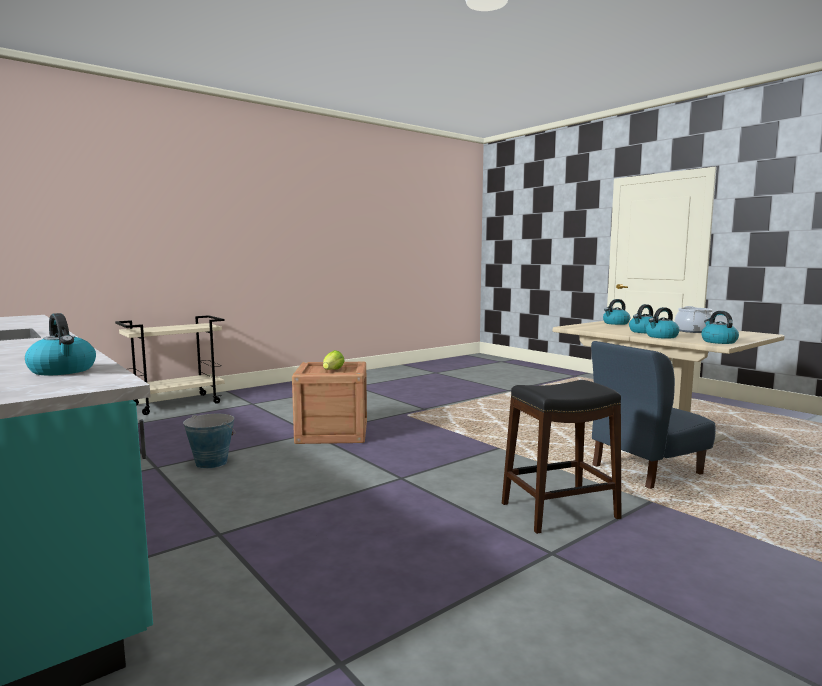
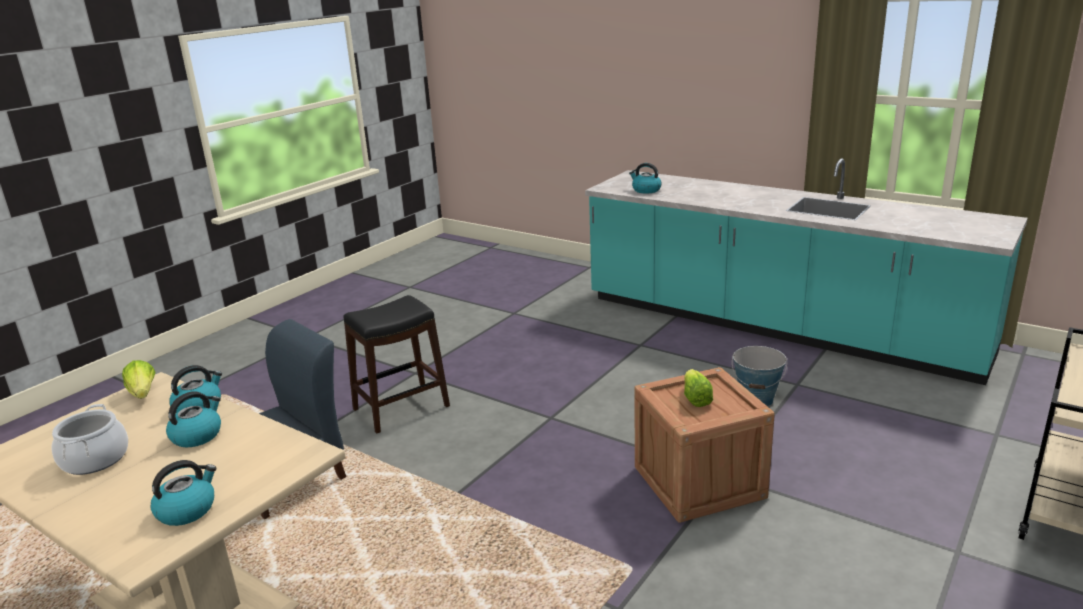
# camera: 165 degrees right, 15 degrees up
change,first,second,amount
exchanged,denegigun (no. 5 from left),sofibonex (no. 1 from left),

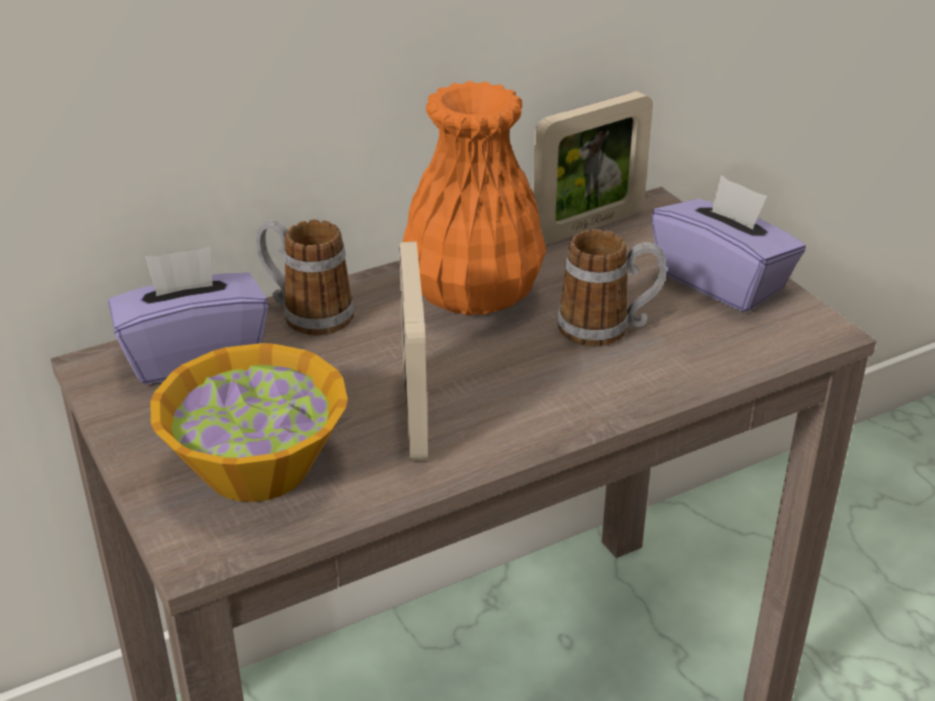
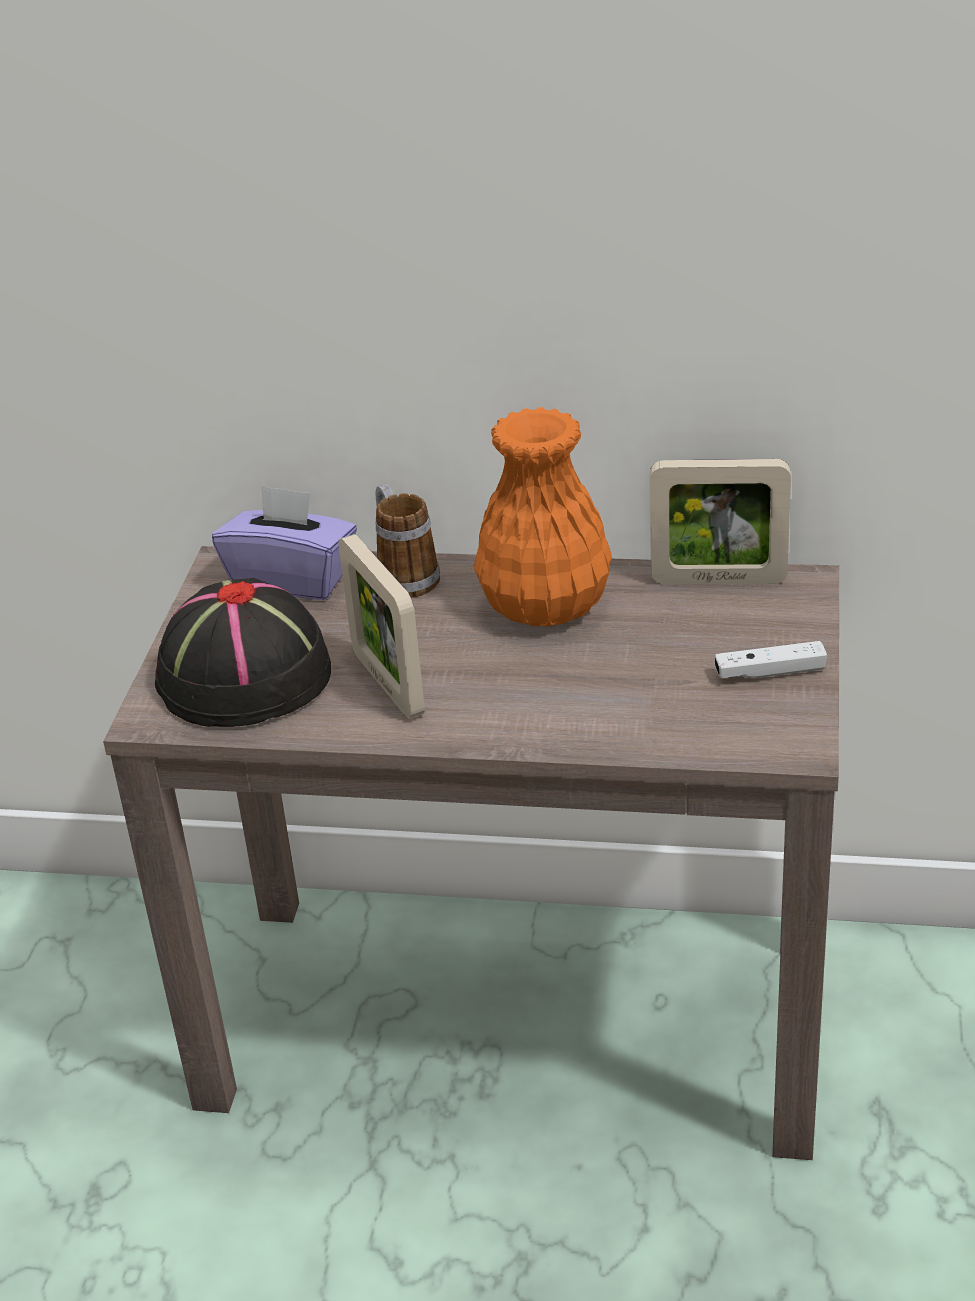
# camera: 40 degrees right, 0 degrees up
change,first,second,amount
missing,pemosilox (no. 2 from left),,
exchanged,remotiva,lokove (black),
exchanged,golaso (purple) (no. 2 from left),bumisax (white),
spun,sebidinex (no. 1 from left),,120 degrees clockwise

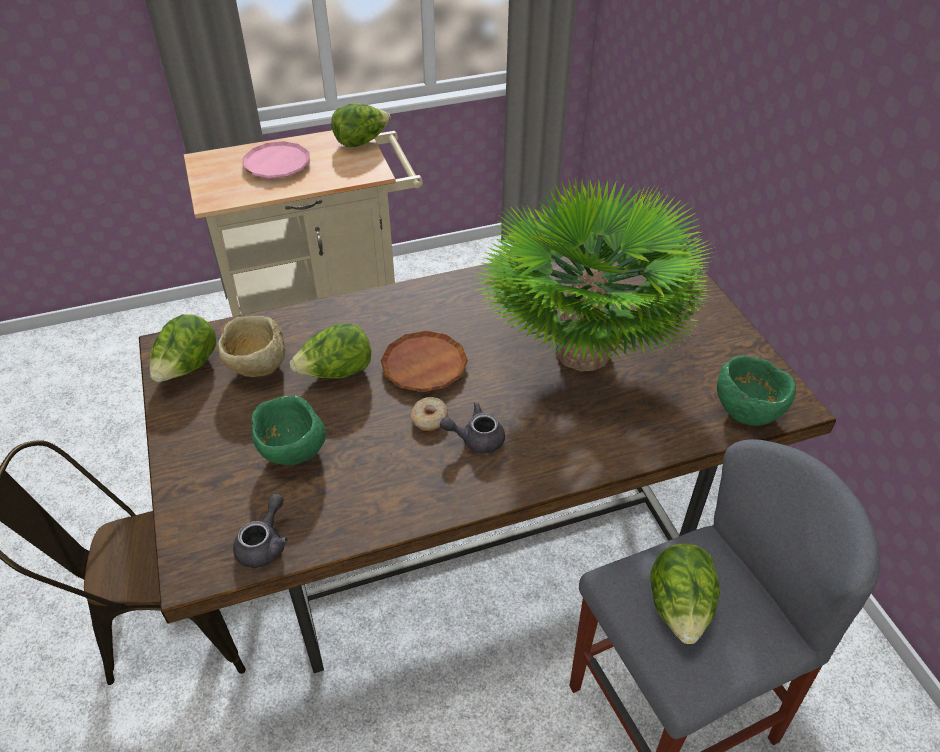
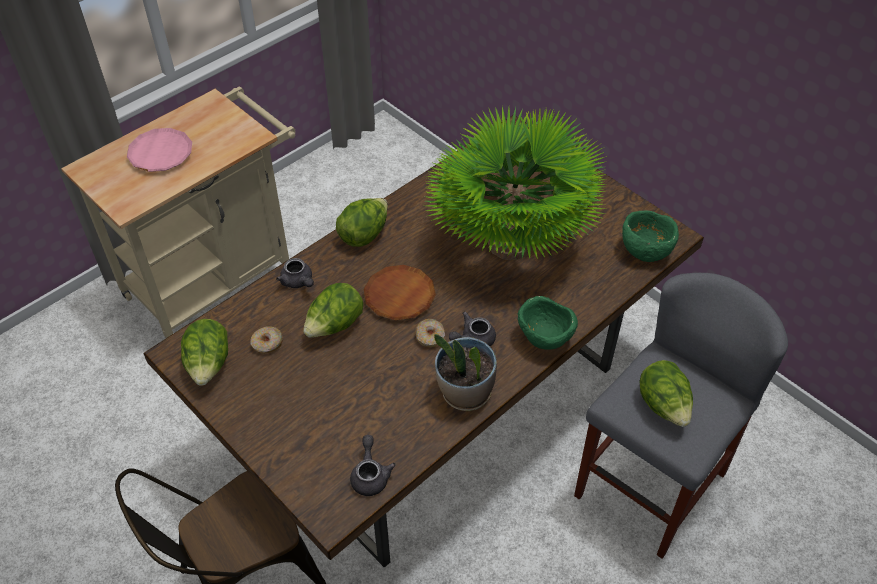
# camera: 25 degrees left, 5 degrees up
change,first,second,amount
appeared,,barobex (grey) (no. 1 from left),
appeared,,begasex (no. 1 from left),
relocated,remotiva (green) (no. 1 from left),,
relocated,sofibonex (no. 3 from left),,
exchanged,remotiva (beige),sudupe (no. 1 from left),

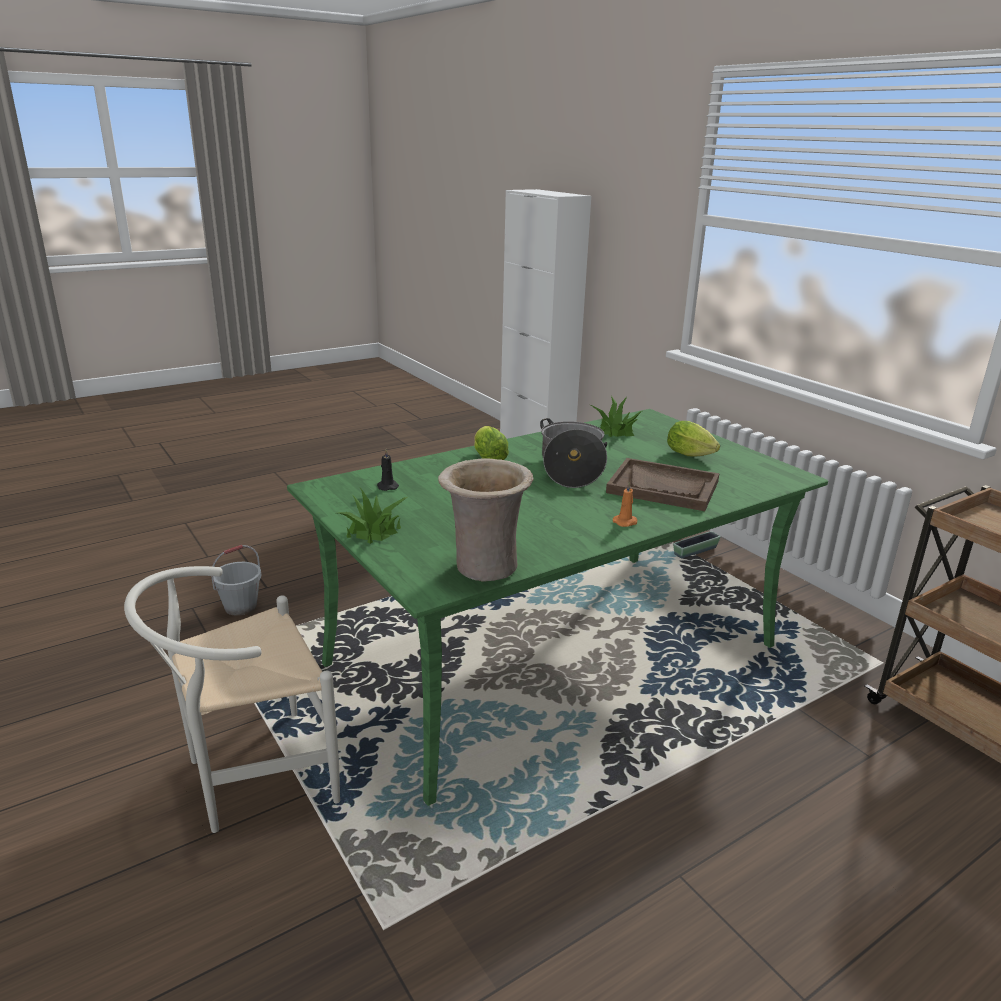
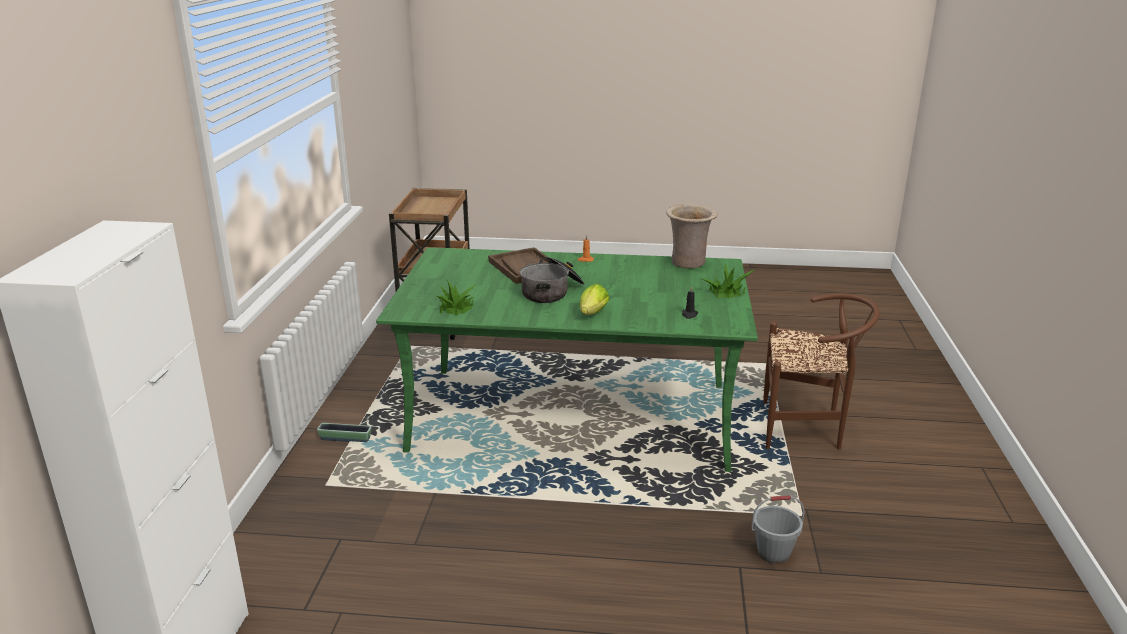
# camera: 140 degrees left, 0 degrees up
change,first,second,amount
missing,sofibonex (no. 2 from left),,
colour,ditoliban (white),ditoliban (brown),

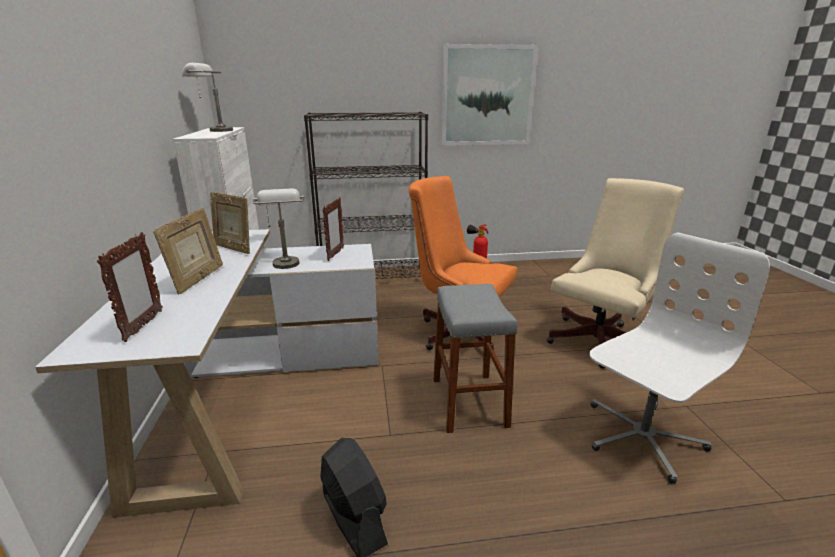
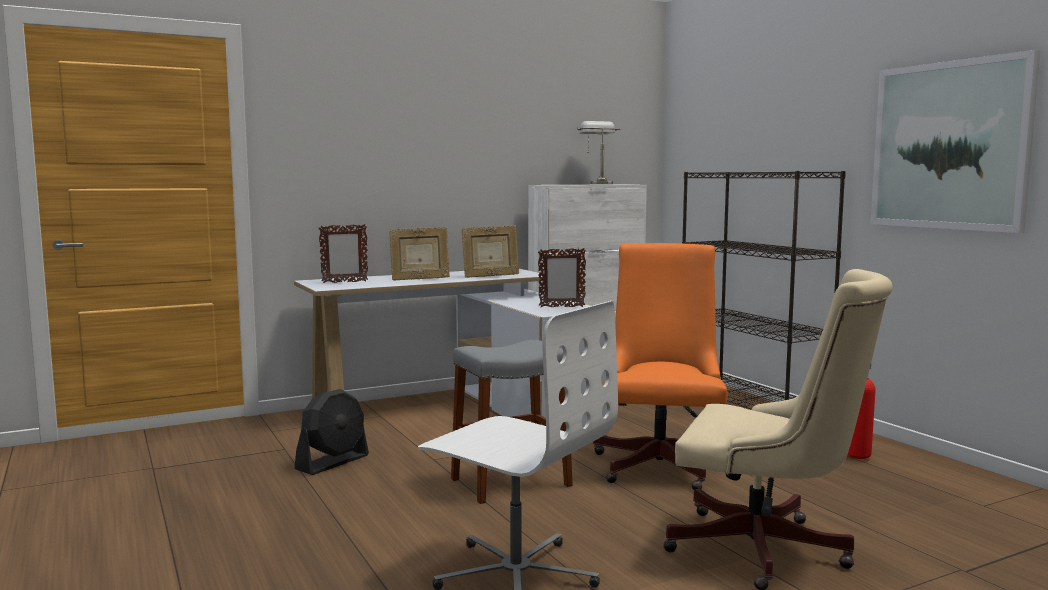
# camera: 70 degrees right, 15 degrees down
change,first,second,amount
missing,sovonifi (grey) (no. 2 from left),,
spun,sebidinex (no. 3 from left),,120 degrees counterclockwise

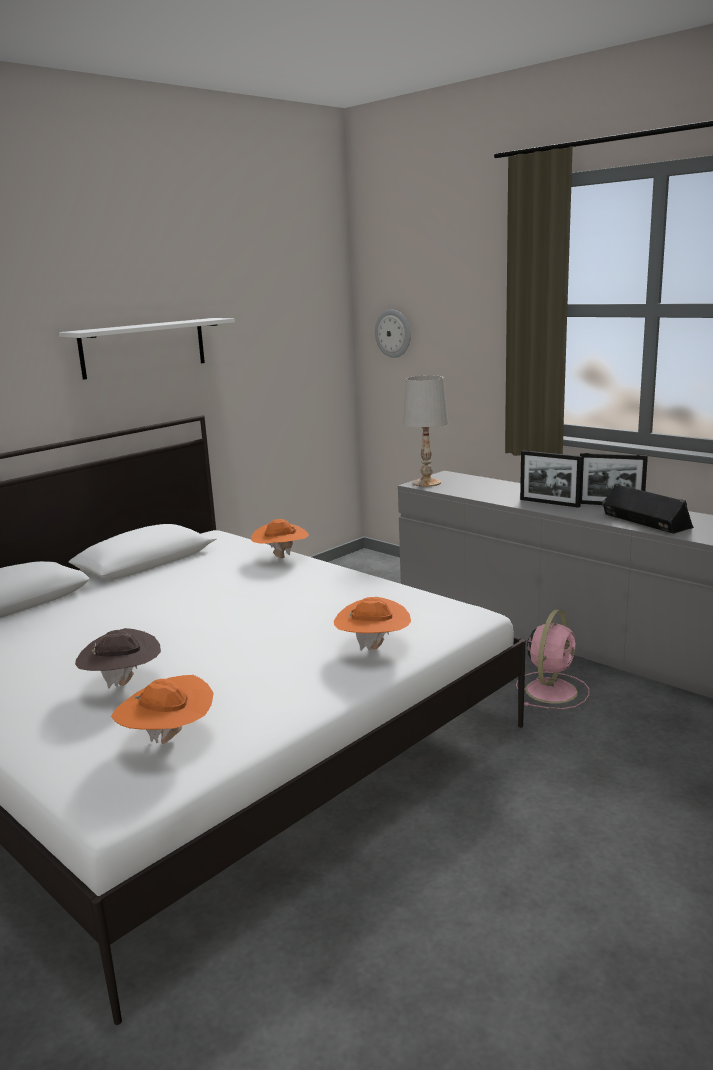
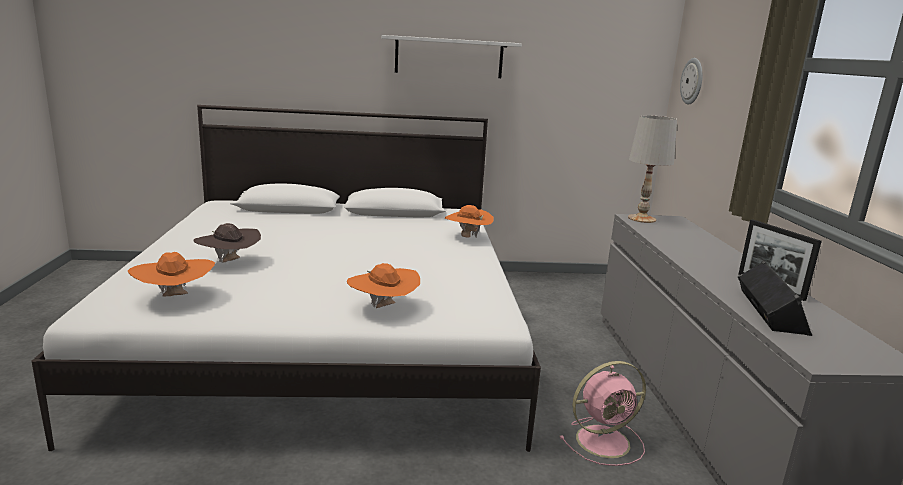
# camera: 40 degrees right, 0 degrees up
change,first,second,amount
missing,sebidinex (no. 1 from left),,

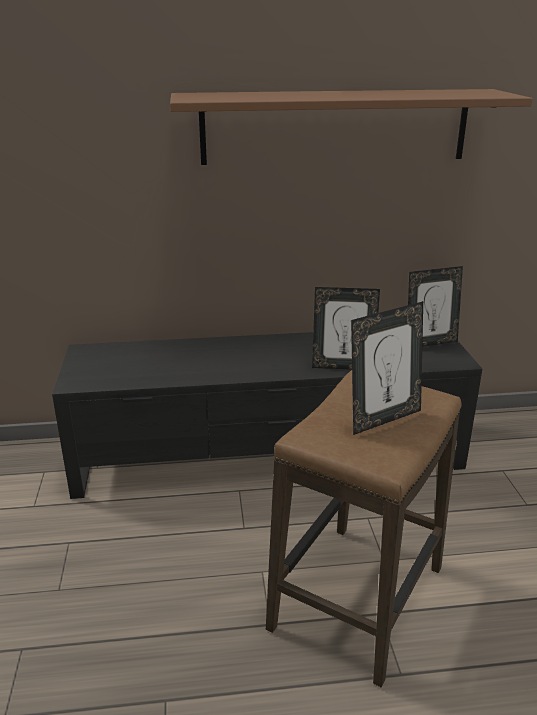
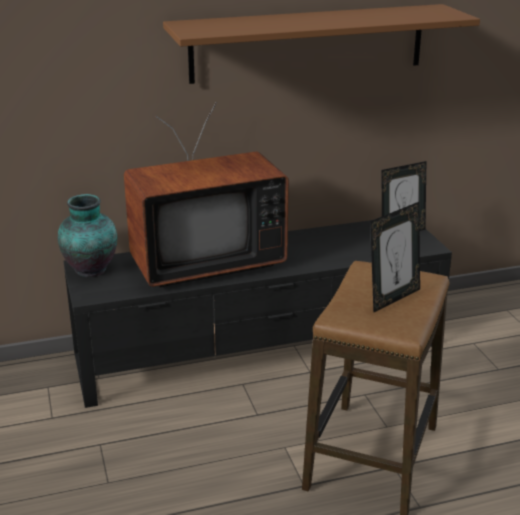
# camera: 10 degrees left, 0 degrees up
change,first,second,amount
missing,sebidinex (no. 1 from left),,
appeared,,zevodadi,
appeared,,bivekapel,

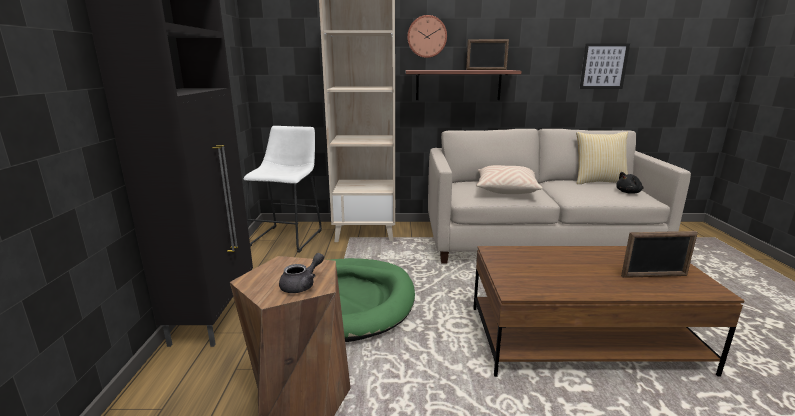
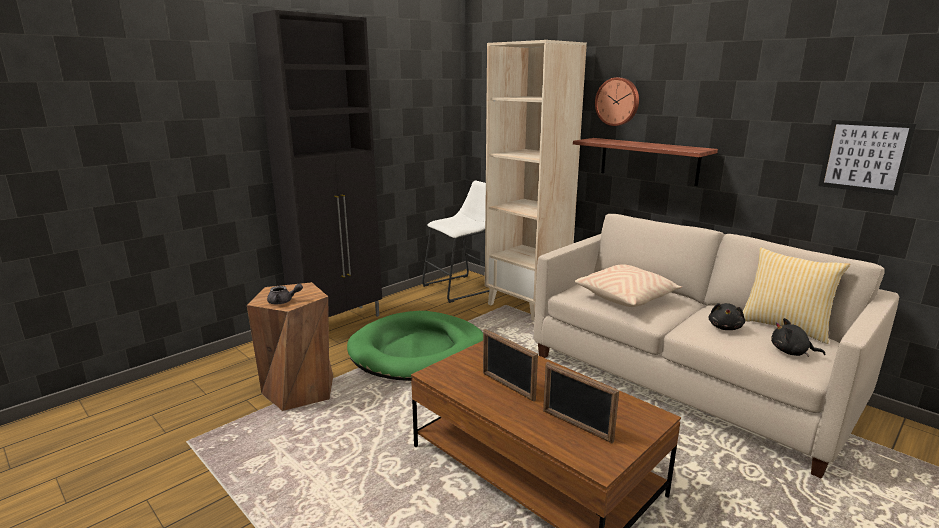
# camera: 45 degrees right, 0 degrees up
change,first,second,amount
appeared,,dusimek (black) (no. 1 from left),
relocated,sebidinex (no. 1 from left),,

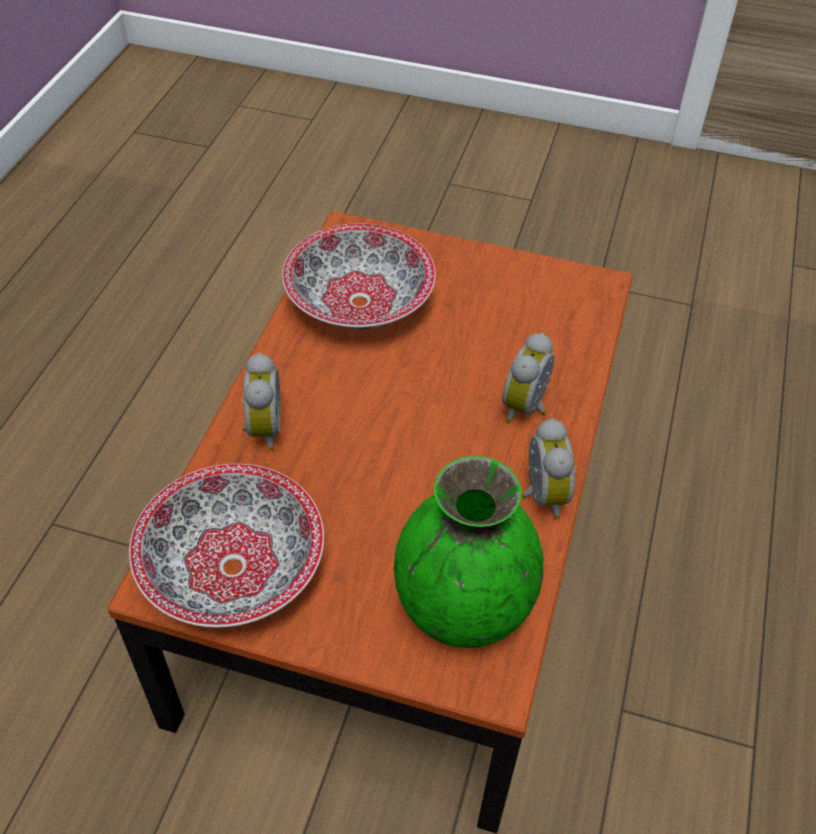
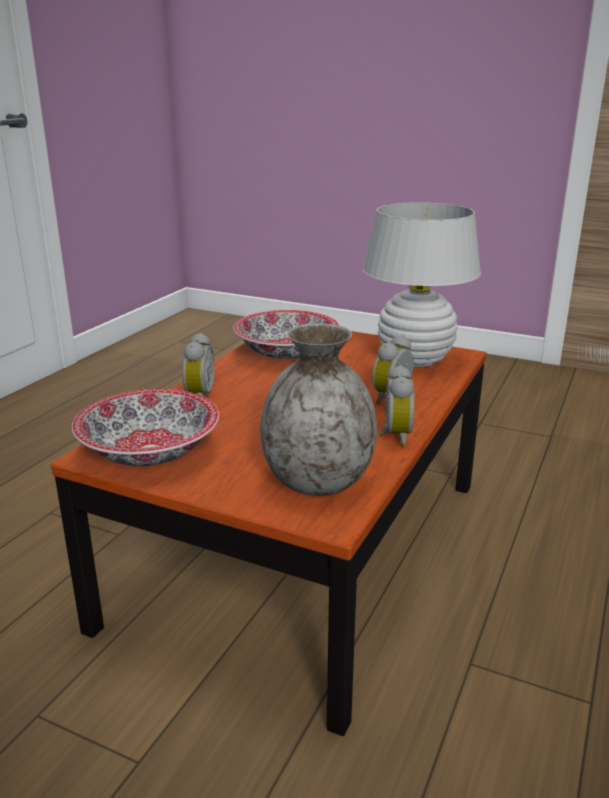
# camera: 10 degrees right, 25 degrees down
change,first,second,amount
appeared,,sovonifi (white),
colour,zevodadi (green),zevodadi (grey),

